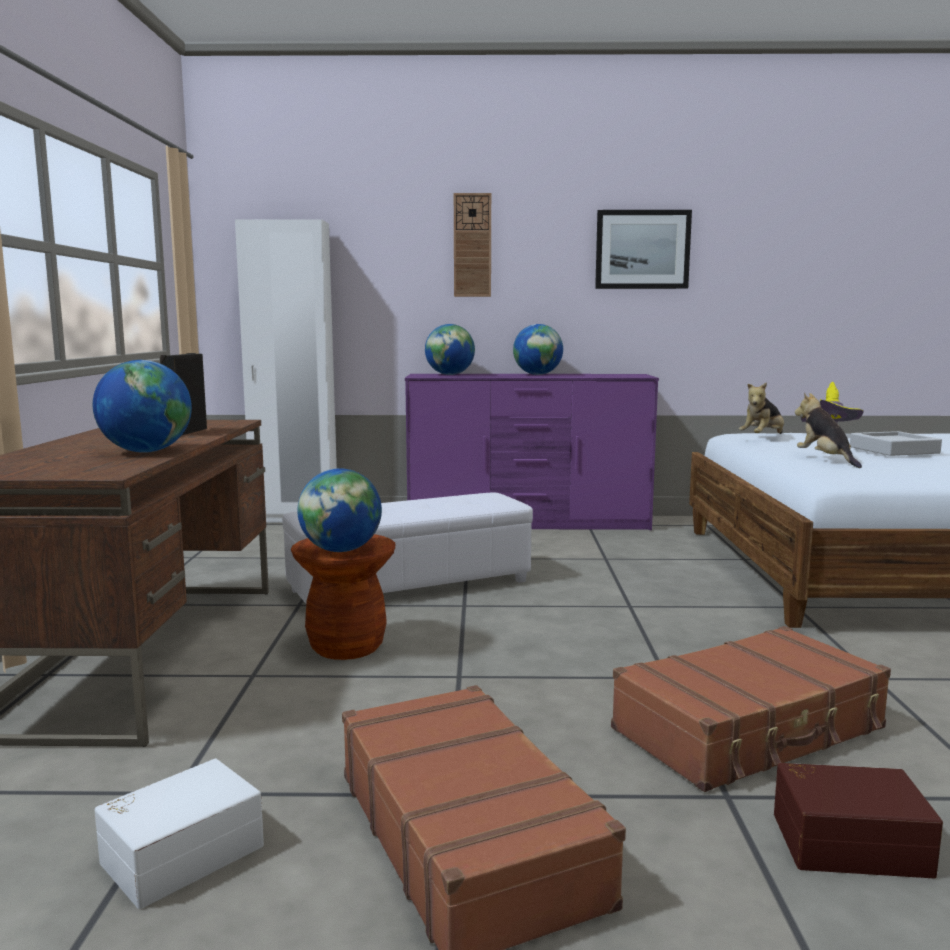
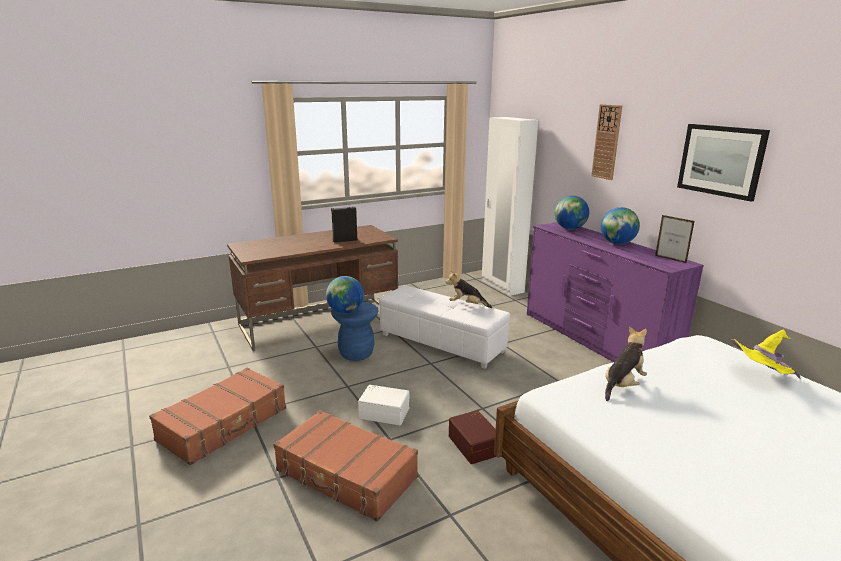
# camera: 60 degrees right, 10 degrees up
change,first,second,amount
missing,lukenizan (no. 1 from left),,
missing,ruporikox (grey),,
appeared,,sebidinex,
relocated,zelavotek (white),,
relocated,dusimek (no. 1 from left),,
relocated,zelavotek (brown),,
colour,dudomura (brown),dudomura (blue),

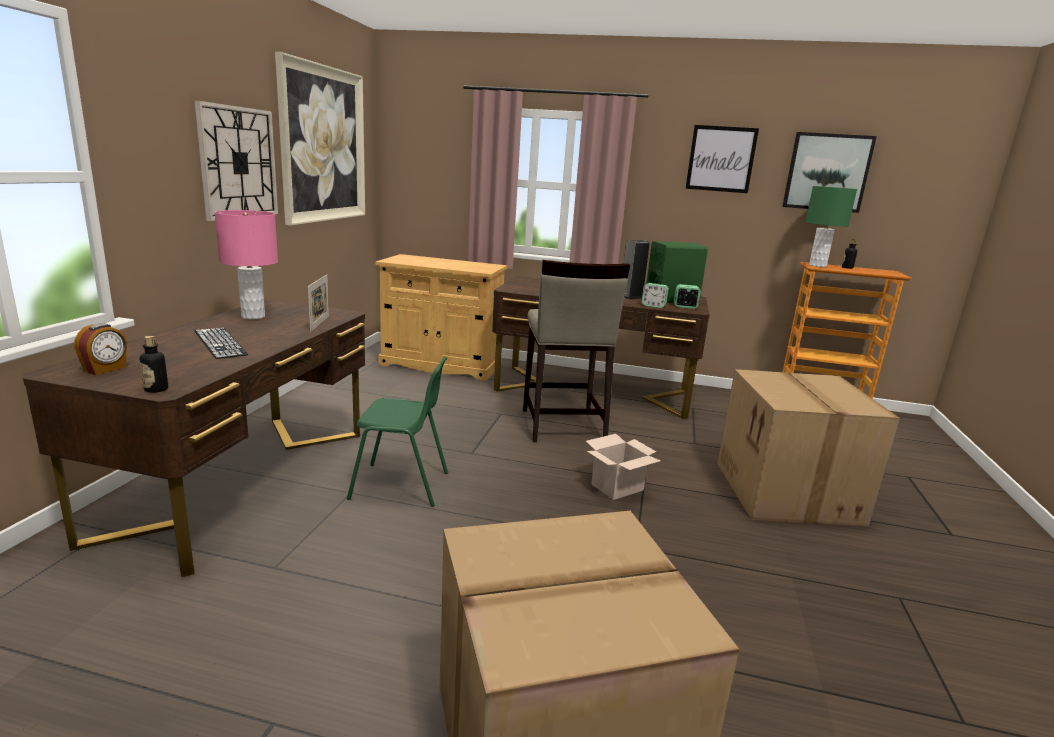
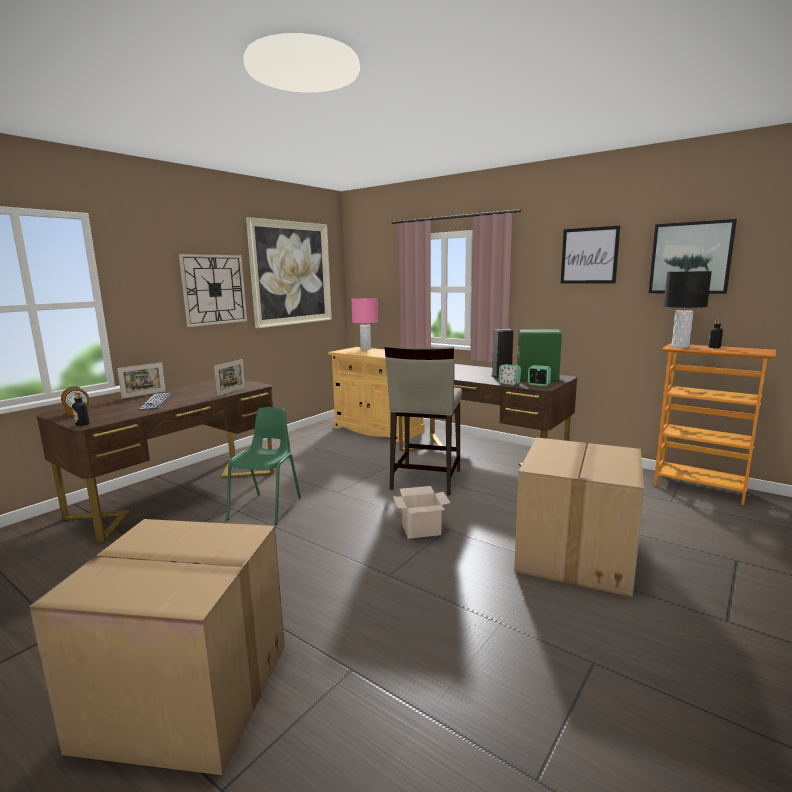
# camera: 25 degrees right, 5 degrees down
change,first,second,amount
appeared,,sebidinex (no. 1 from left),
relocated,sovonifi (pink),,
colour,sovonifi (green),sovonifi (black),
spun,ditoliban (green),,105 degrees counterclockwise

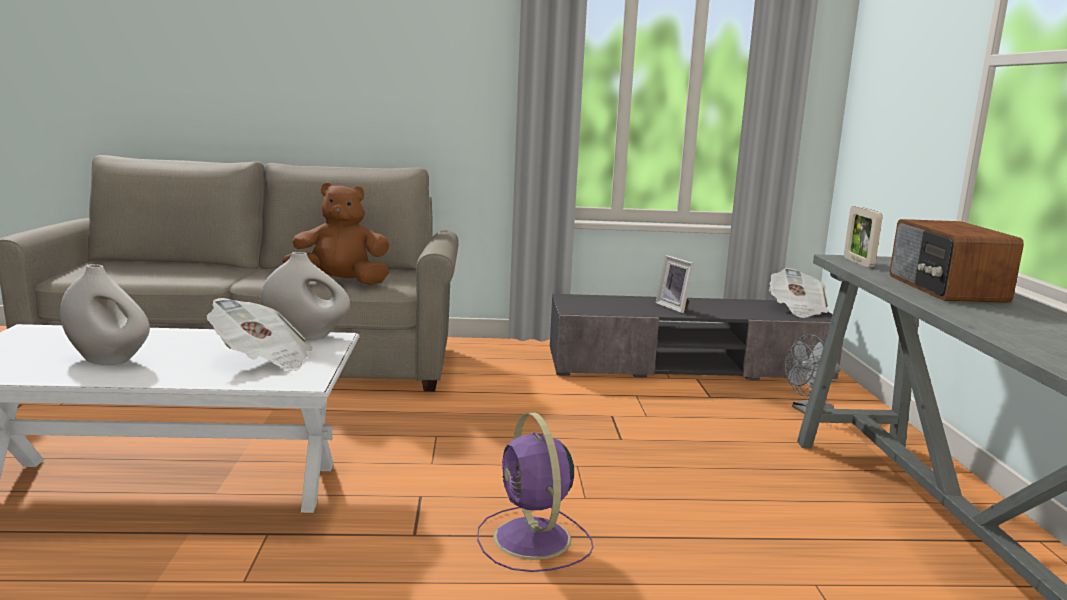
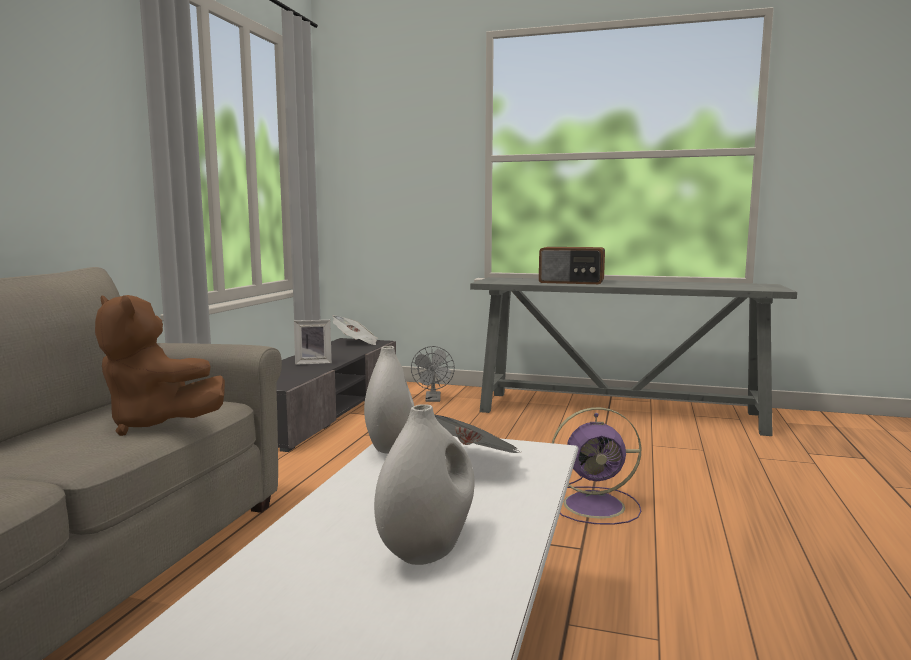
# camera: 70 degrees left, 5 degrees down
change,first,second,amount
missing,sebidinex (no. 2 from left),,
spun,dusimek (brown),,75 degrees counterclockwise

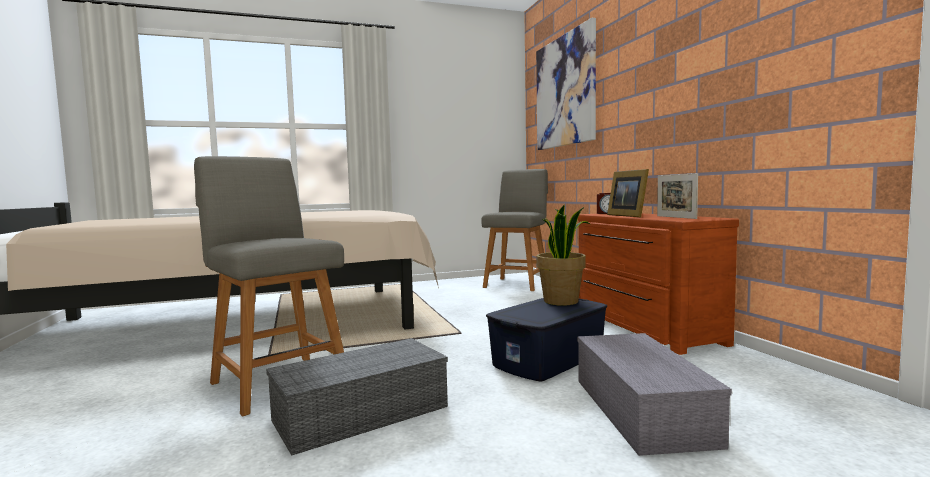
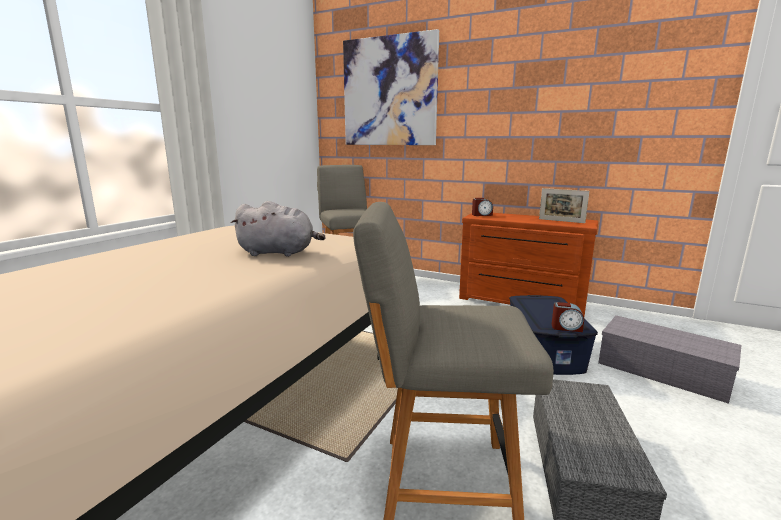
# camera: 45 degrees left, 10 degrees up
change,first,second,amount
missing,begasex,,
missing,sebidinex (no. 1 from left),,
appeared,,dusimek (grey),
appeared,,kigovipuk (no. 2 from left),

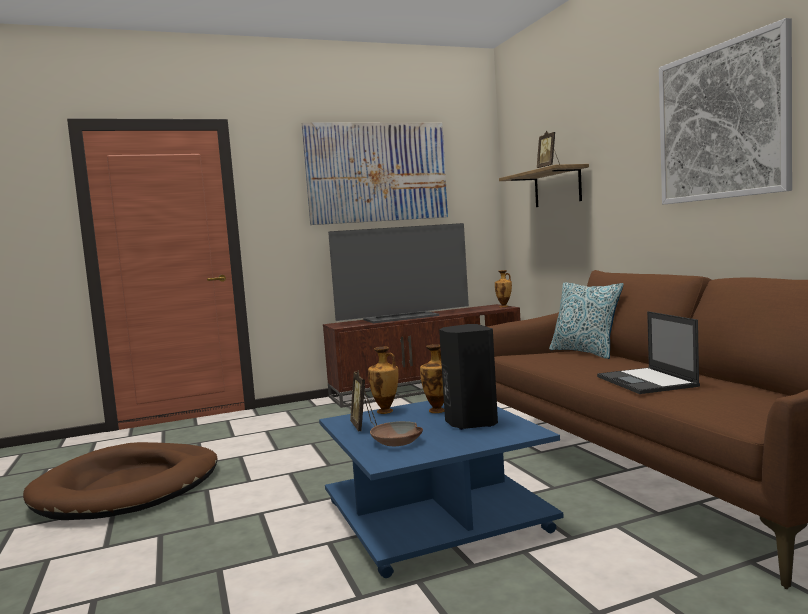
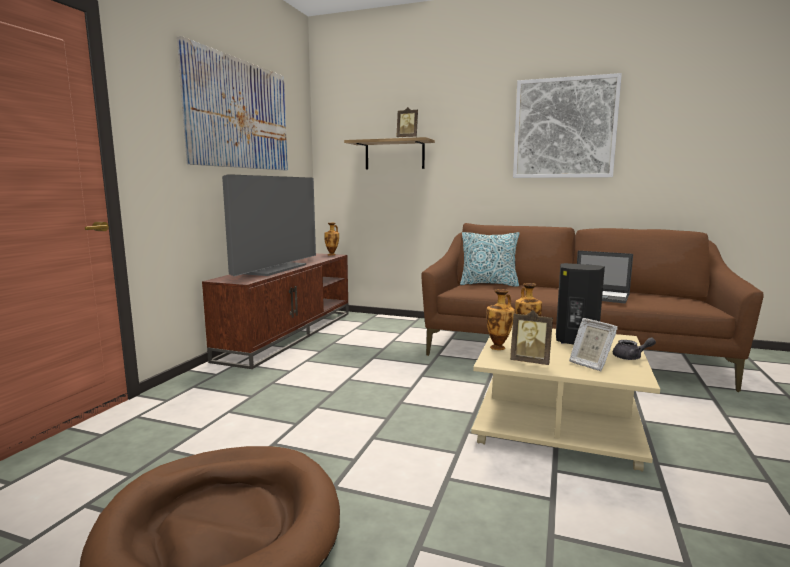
# camera: 50 degrees left, 5 degrees up
change,first,second,amount
appeared,,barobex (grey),
exchanged,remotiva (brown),sebidinex (no. 3 from left),
colour,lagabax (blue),lagabax (beige),

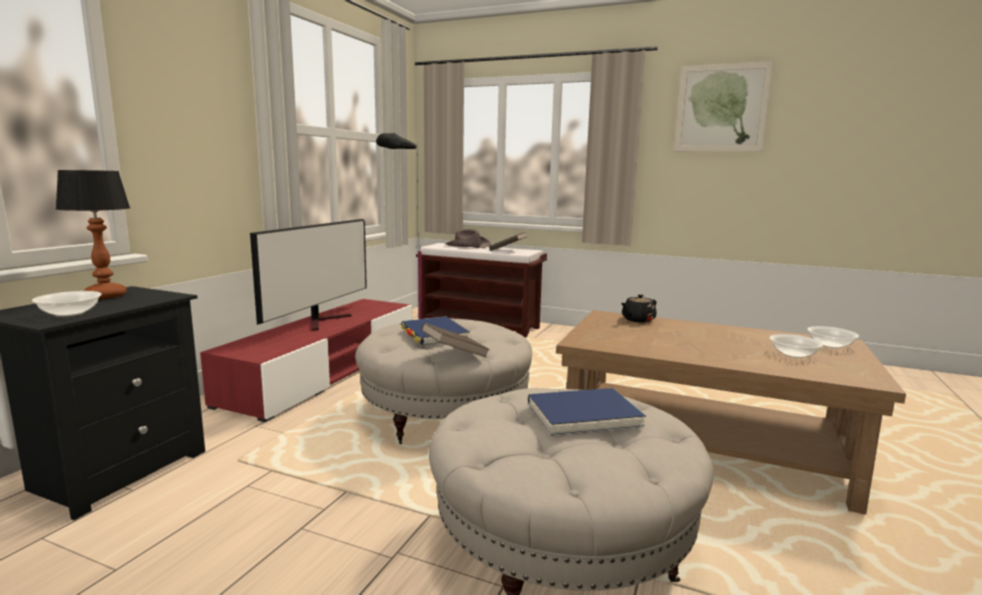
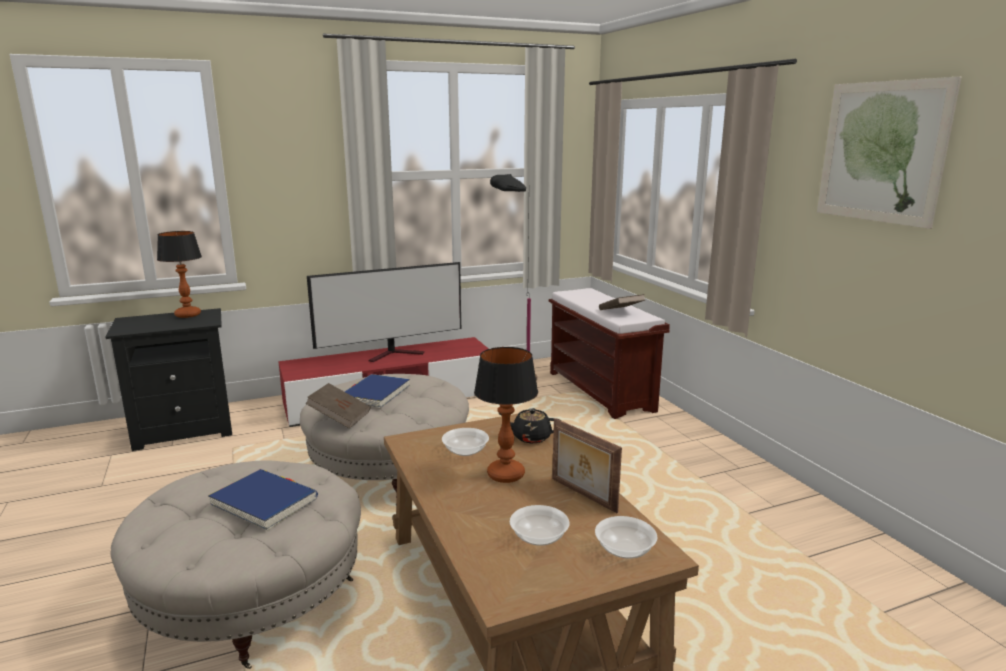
# camera: 45 degrees right, 5 degrees up
change,first,second,amount
missing,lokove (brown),,
appeared,,sovonifi (no. 2 from left),
appeared,,sebidinex,
relocated,remotiva (no. 1 from left),,

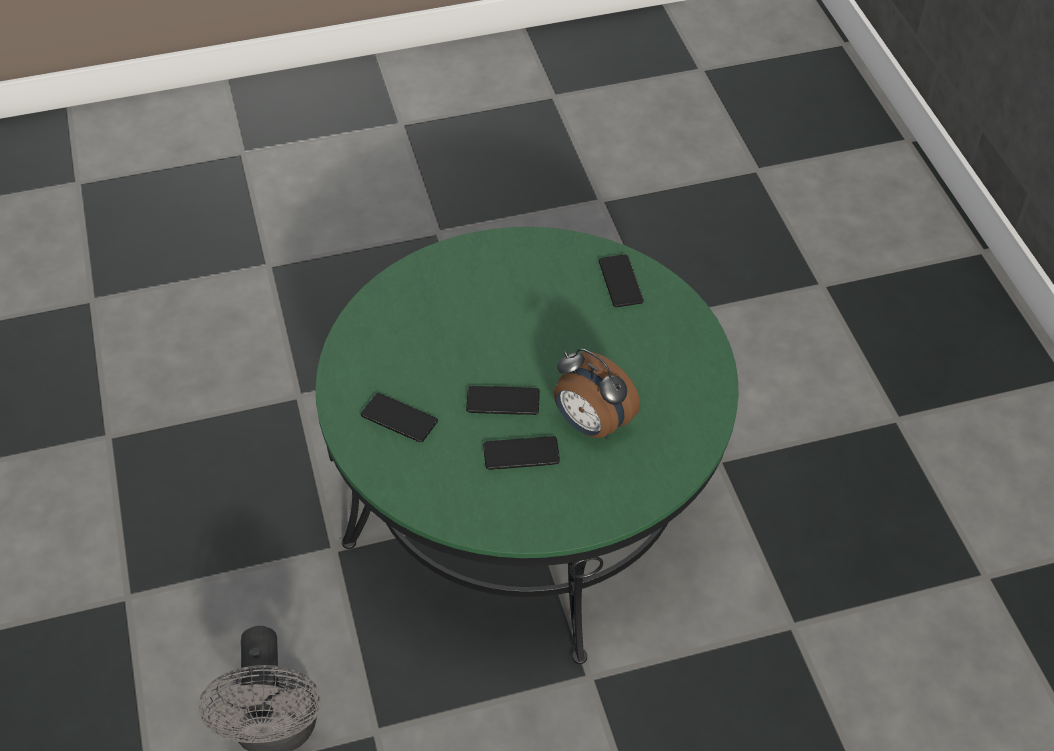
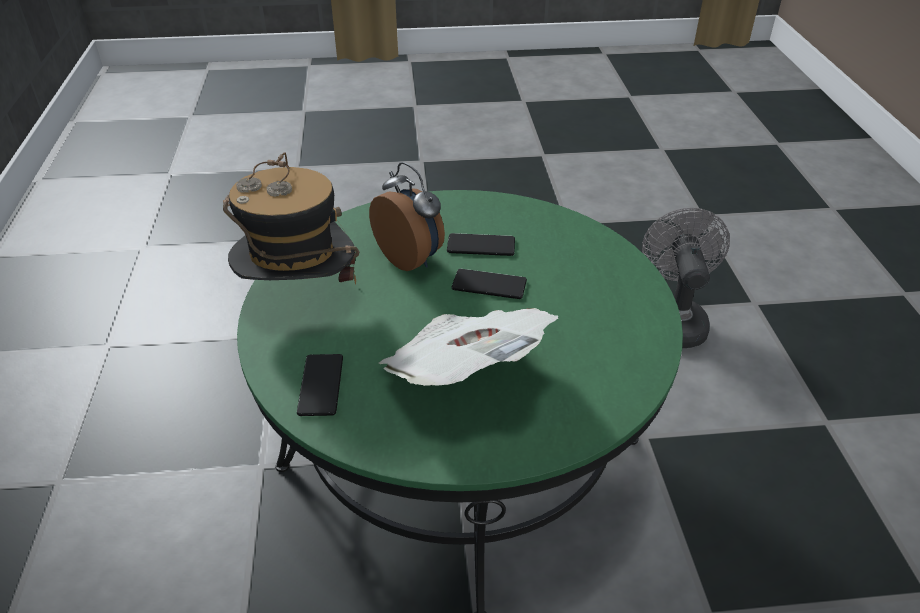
# camera: 170 degrees left, 10 degrees down
change,first,second,amount
missing,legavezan (no. 1 from left),,
appeared,,lokove,
appeared,,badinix,

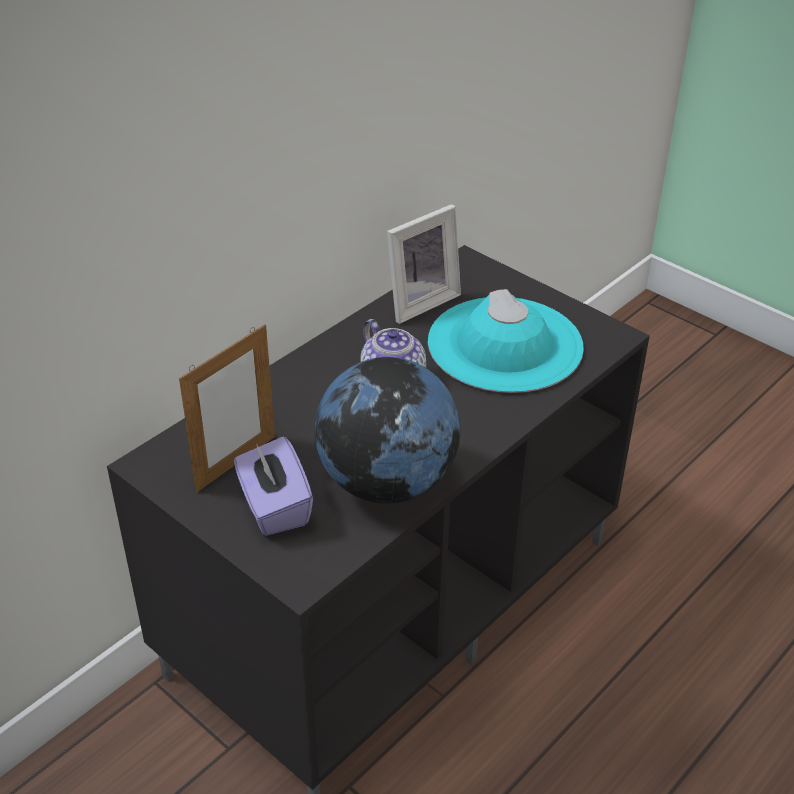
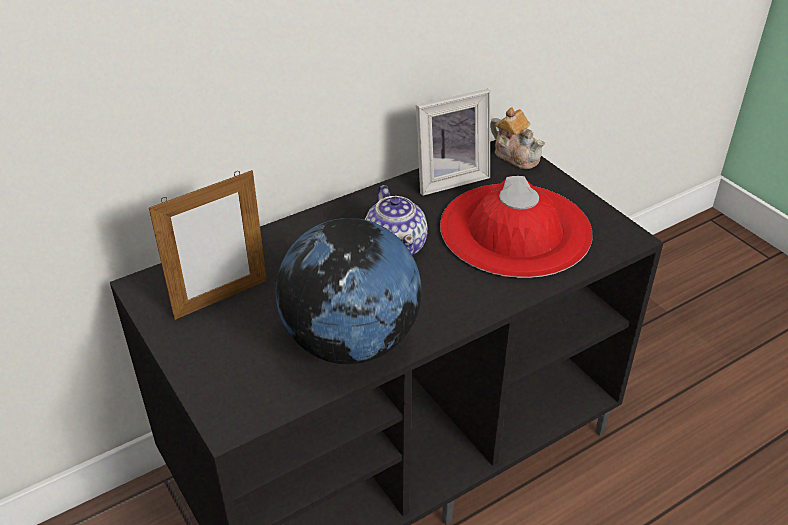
# camera: 15 degrees right, 0 degrees up
change,first,second,amount
missing,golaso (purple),,
appeared,,barobex (no. 2 from left),
colour,lokove (turquoise),lokove (red),

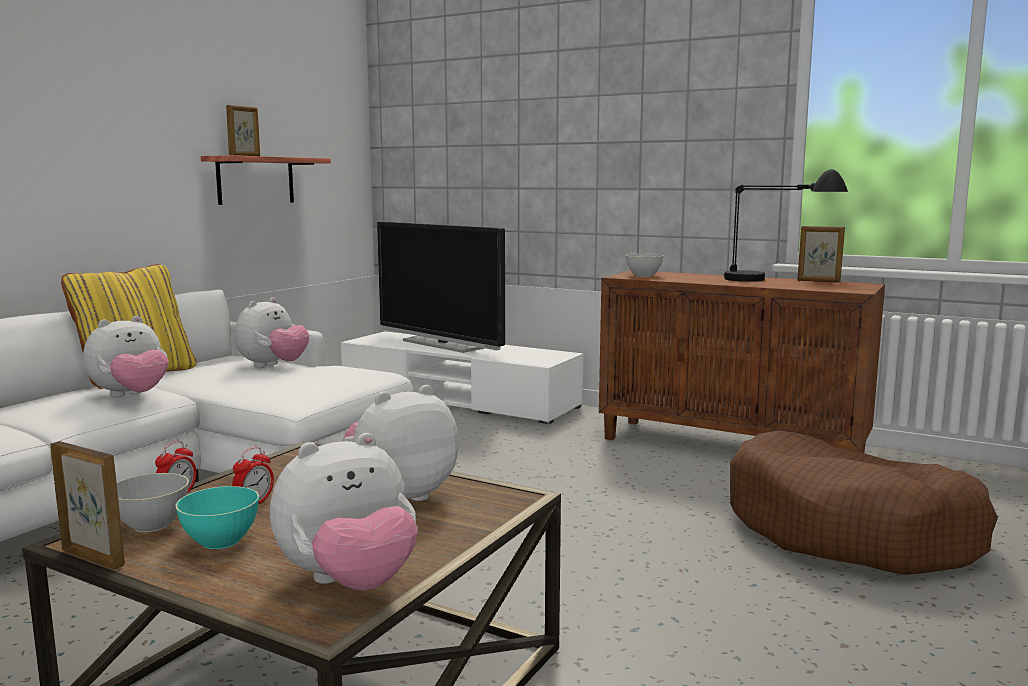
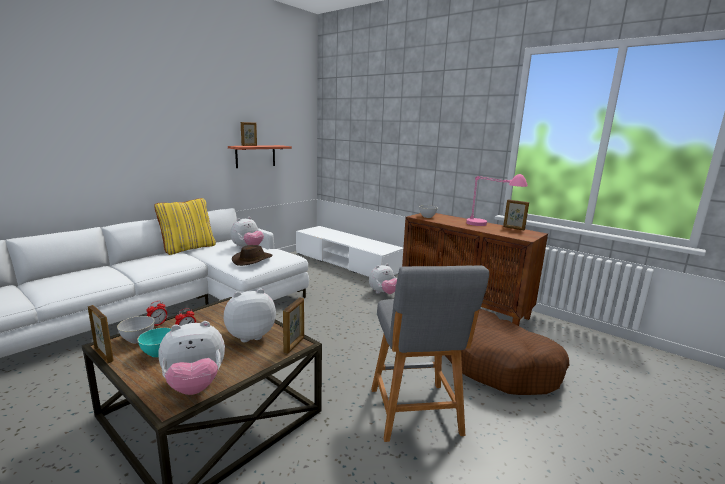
# camera: 10 degrees right, 5 degrees up
change,first,second,amount
missing,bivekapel,,
appeared,,lokove (brown),
appeared,,sebidinex (no. 3 from left),
appeared,,dudomura (grey),
relocated,dusimek (no. 1 from left in the first image),dusimek (no. 4 from left),
colour,sovonifi (black),sovonifi (pink),

